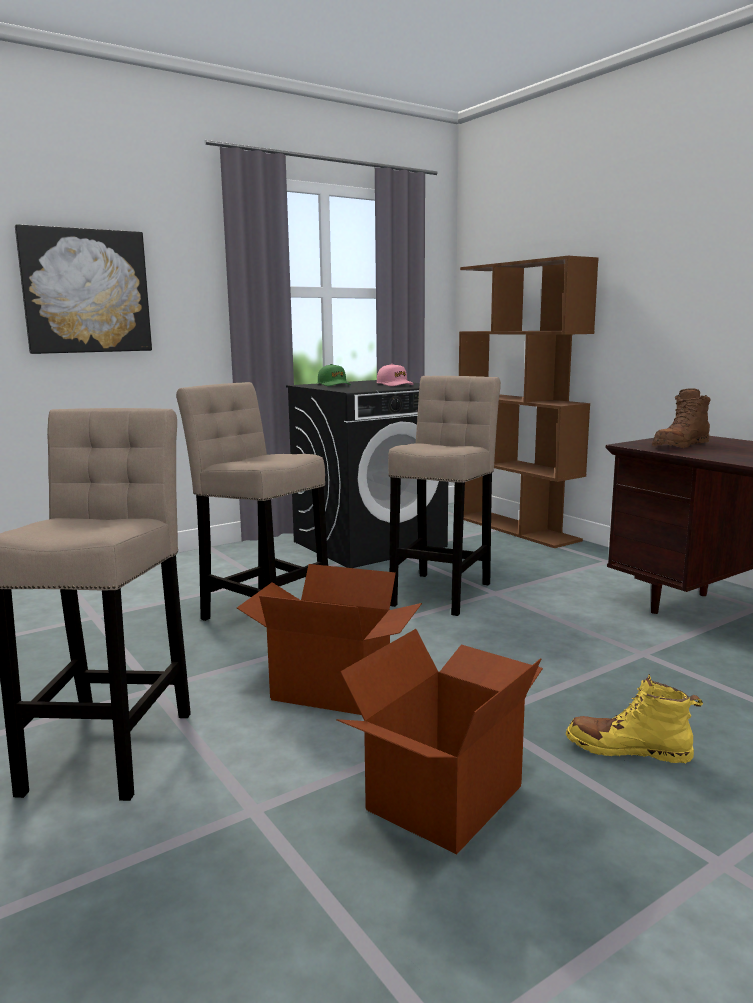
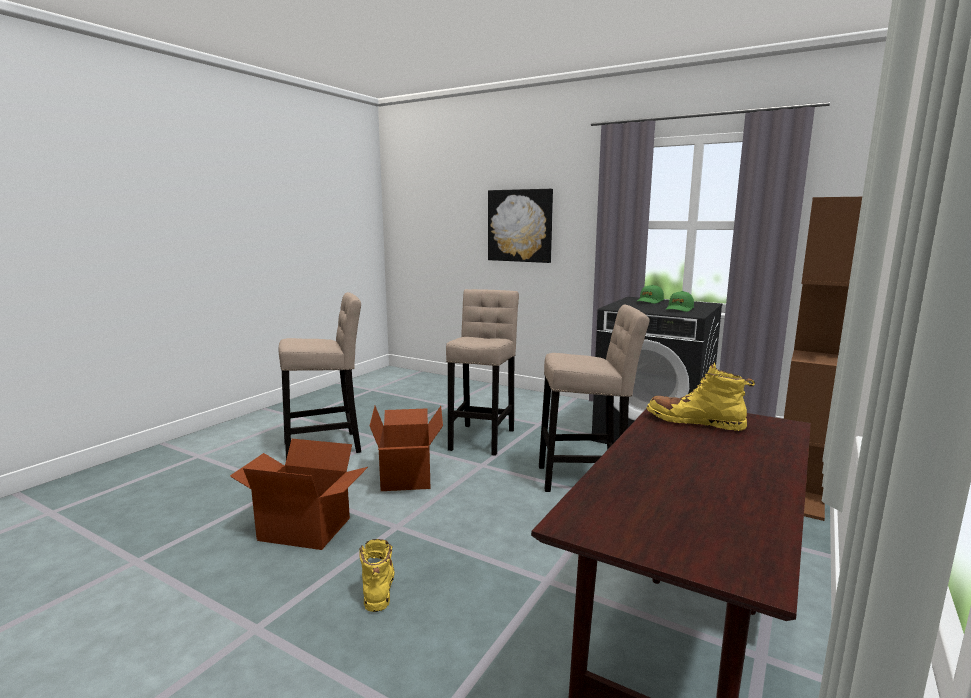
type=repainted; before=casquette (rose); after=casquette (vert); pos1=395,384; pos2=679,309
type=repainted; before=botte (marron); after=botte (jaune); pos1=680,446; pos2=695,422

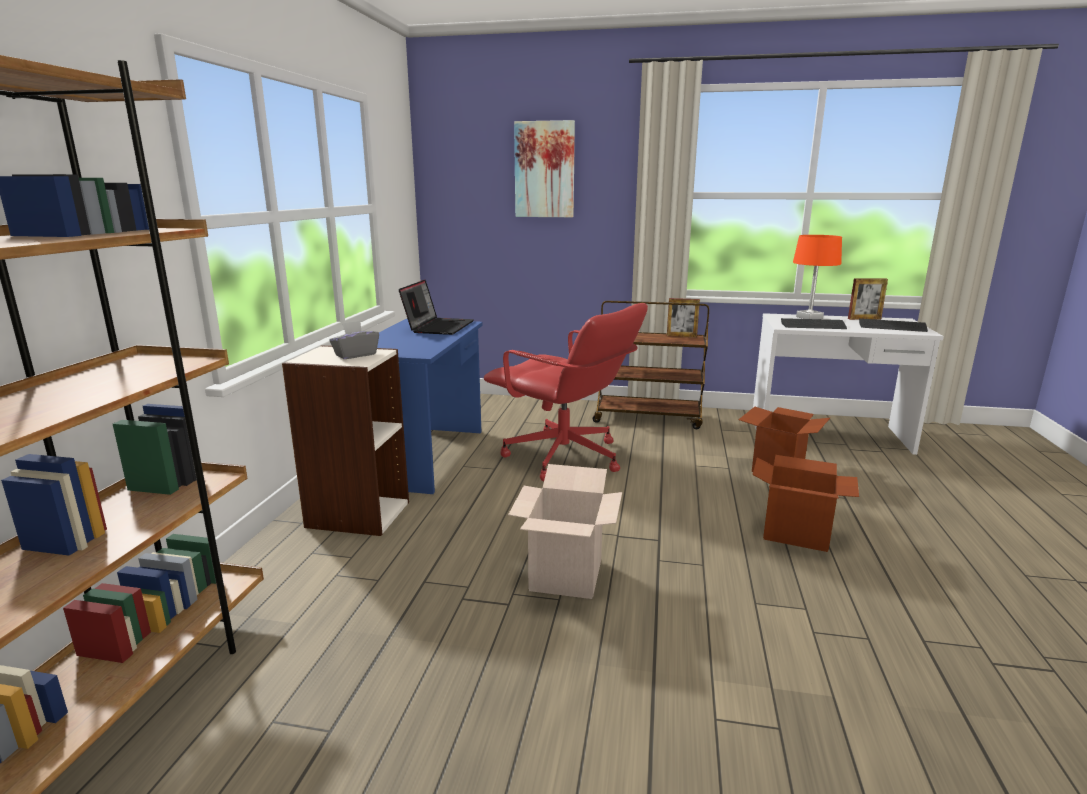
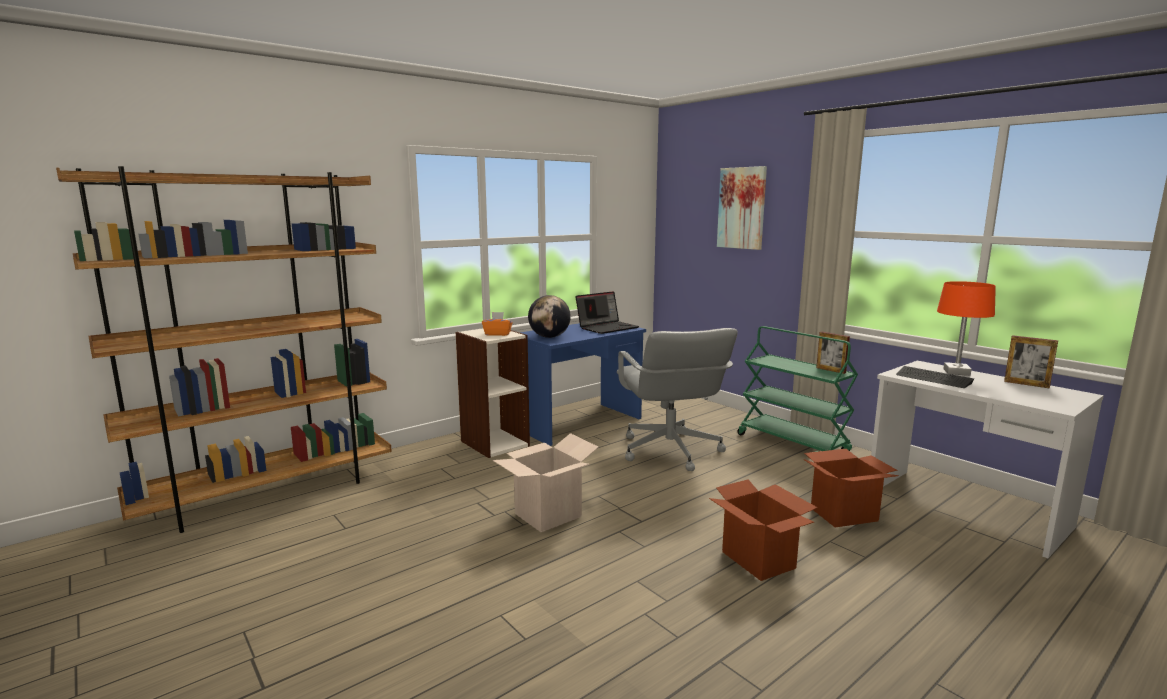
type=gone; before=clavier; pos1=892,327
type=new; after=globe; pos2=549,337
type=repainted; before=boîte à mouchoirs (gris); after=boîte à mouchoirs (orange); pos1=355,355; pos2=497,334
type=repainted; before=chaise de bureau (rouge); after=chaise de bureau (gris); pos1=564,458; pos2=669,451
type=repainted; before=chariot (marron); after=chariot (vert); pos1=648,418; pos2=793,444

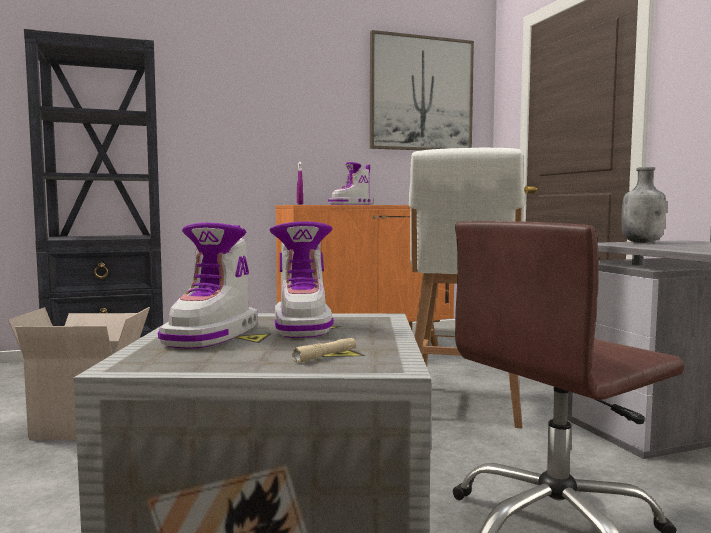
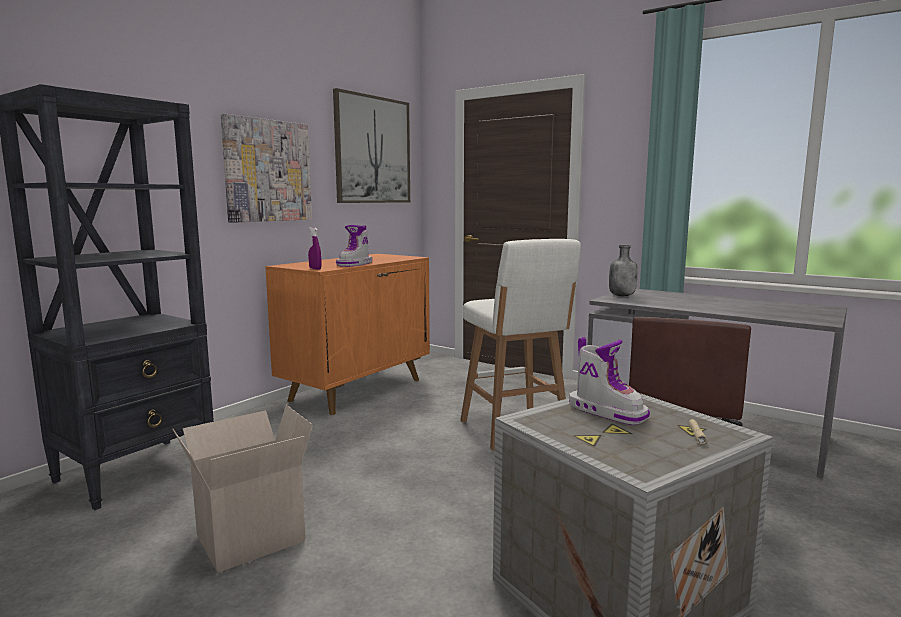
type=gone; before=botte; pos1=214,335
type=new; after=tableau; pos2=268,171

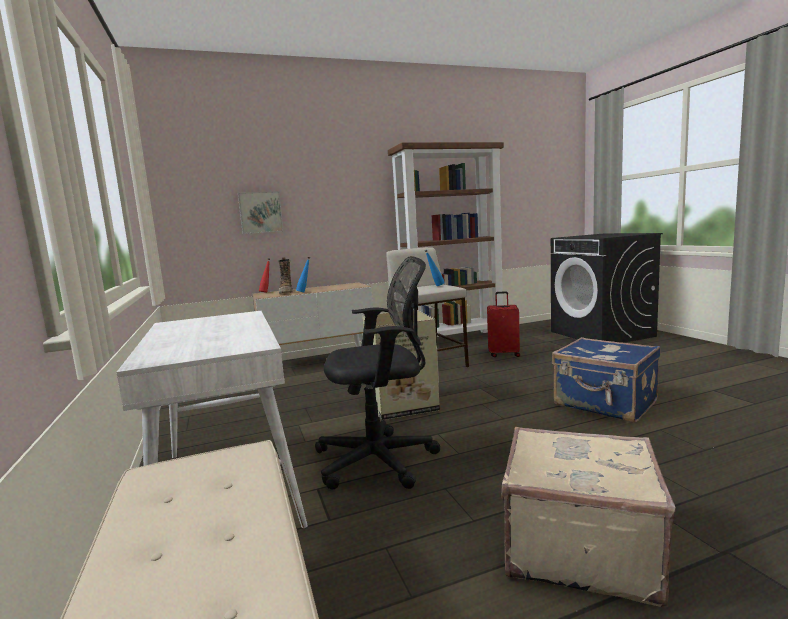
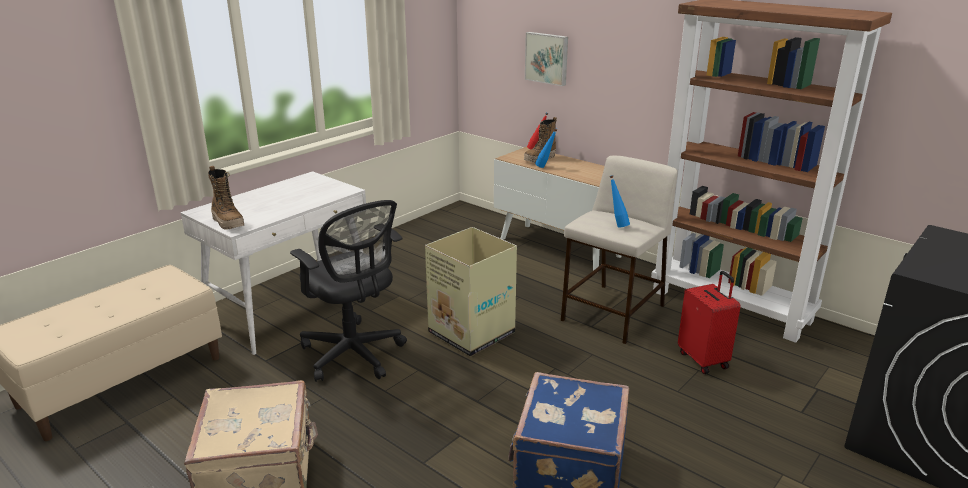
type=new; after=botte; pos2=228,222

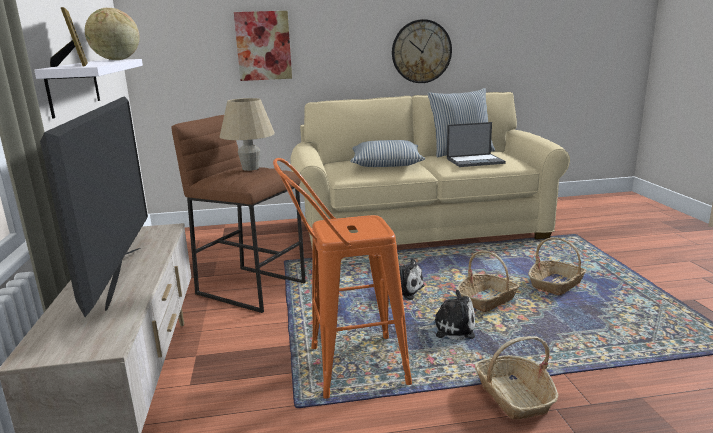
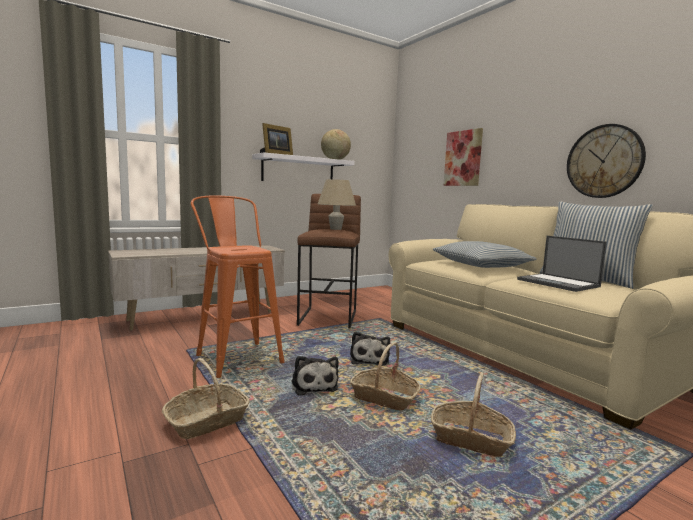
type=gone; before=téléviseur; pos1=122,275

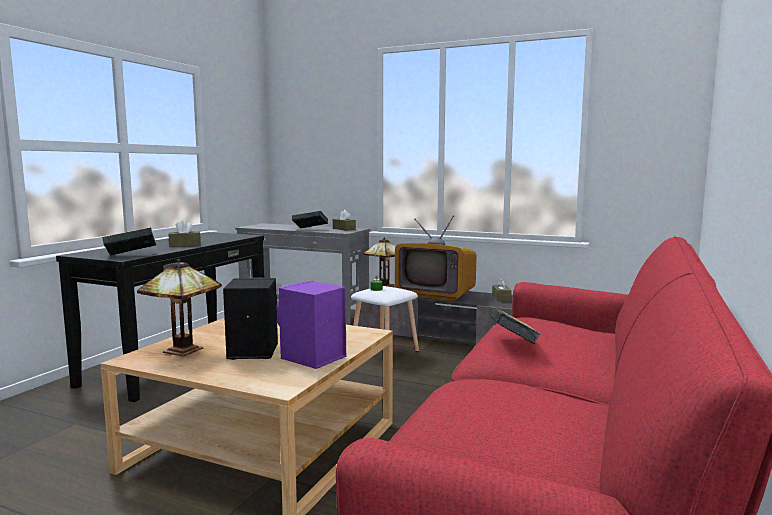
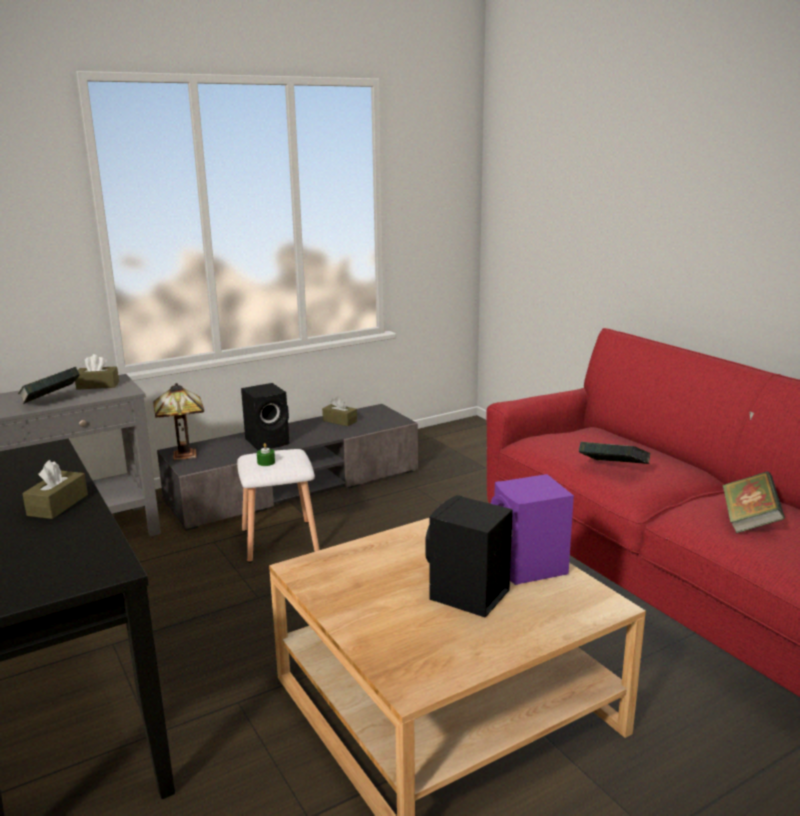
type=gone; before=lampe de table; pos1=183,349
type=shifted; before=livre; pos1=131,256; pos2=749,521
type=swapped; before=téléviseur; after=enceinte (noir); pos1=435,294; pos2=269,441

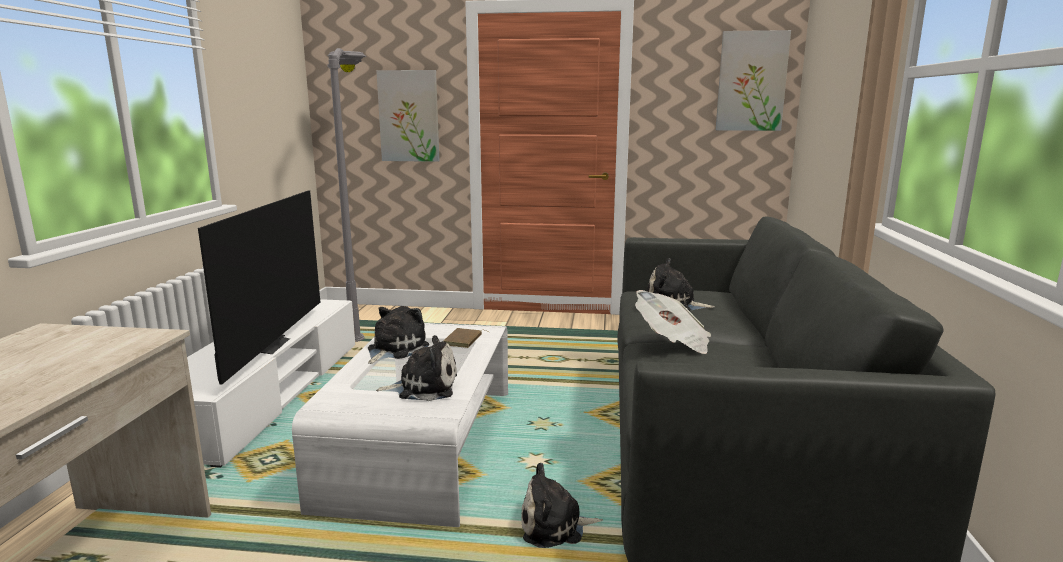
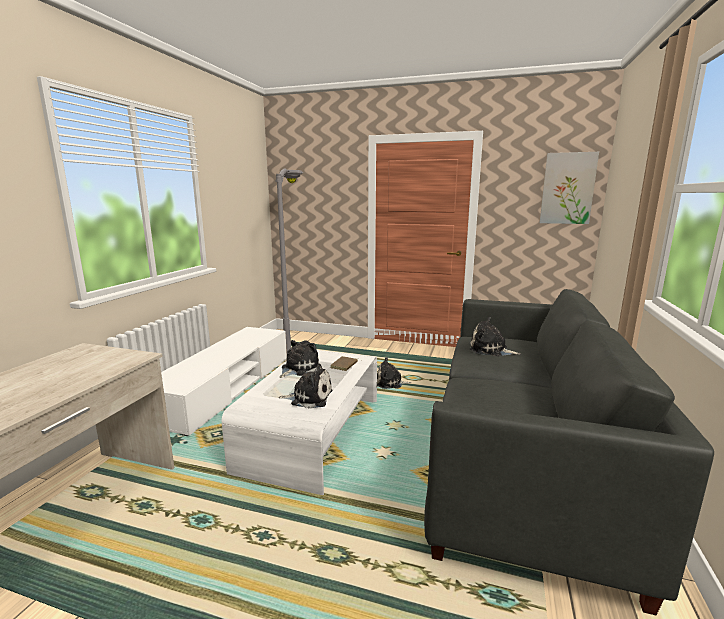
type=gone; before=téléviseur; pos1=267,345
type=gone; before=tableau; pos1=409,116
type=gone; before=journal; pos1=673,341
type=shifted; before=peluche; pos1=556,526; pos2=391,383

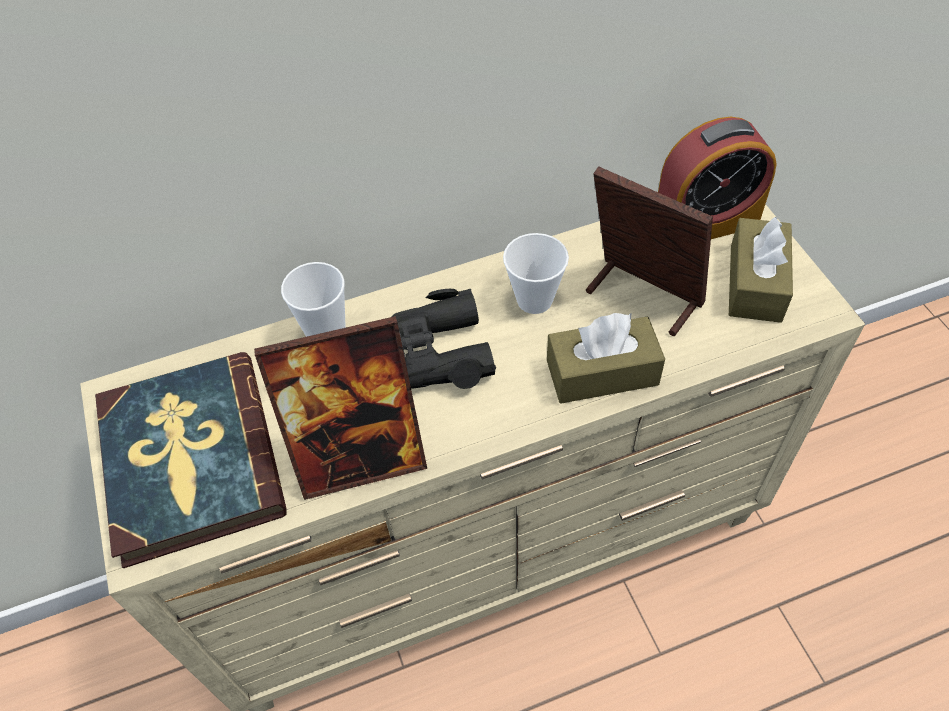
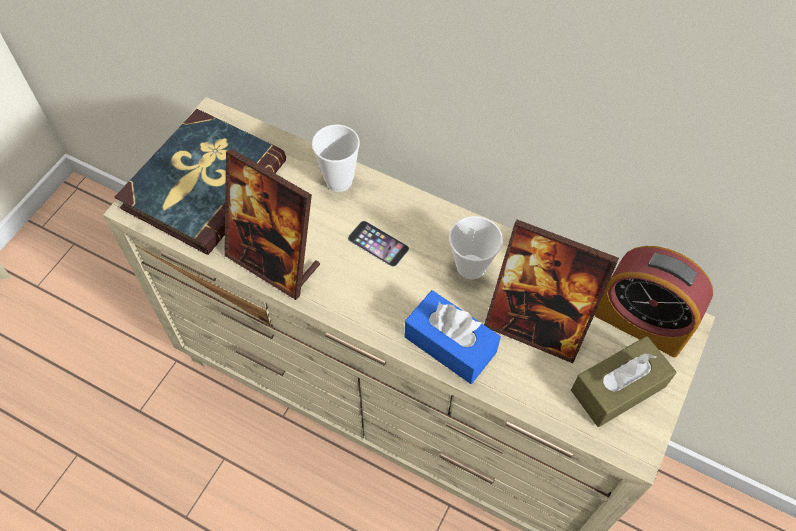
type=swapped; before=jumelles (noir); after=téléphone; pos1=434,353; pos2=378,243
type=repainted; before=boîte à mouchoirs (marron); after=boîte à mouchoirs (bleu); pos1=602,372; pos2=450,344
type=rotated; before=cadre photo; pos1=642,296; pos2=535,326; turn=120

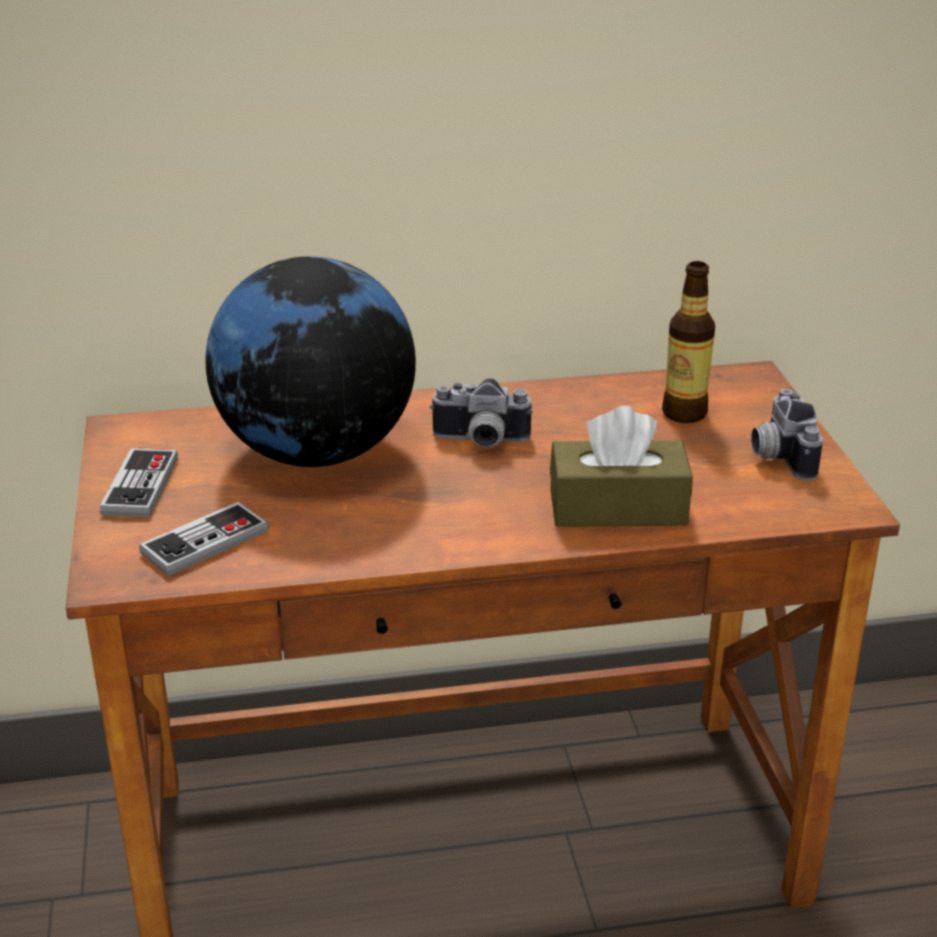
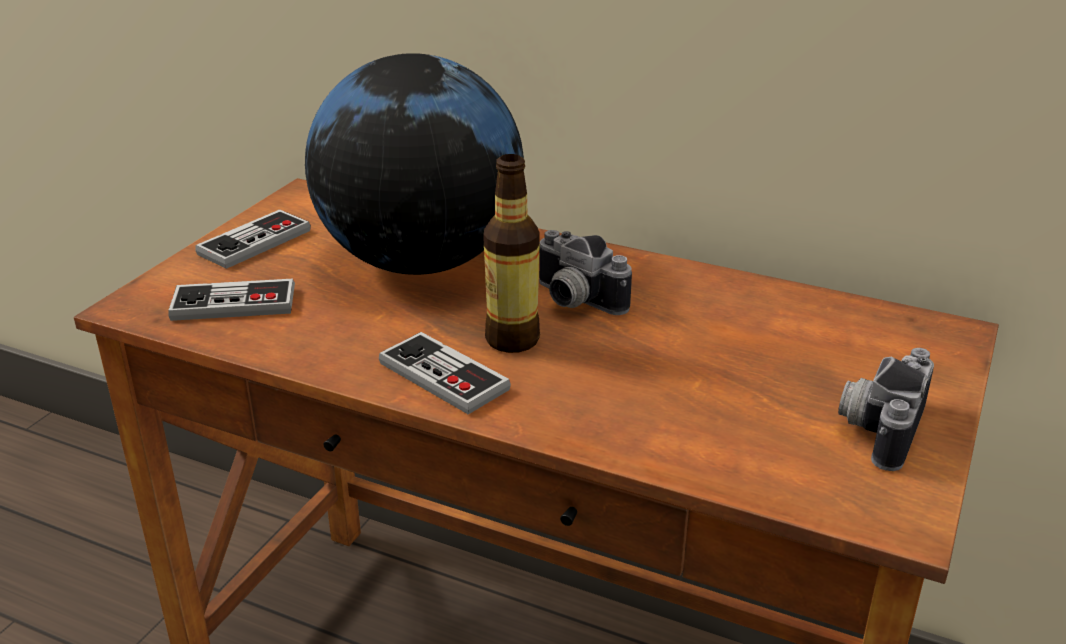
type=gone; before=boîte à mouchoirs (marron); pos1=618,507
type=new; after=manette; pos2=443,376
type=shifted; before=bouteille; pos1=684,413; pos2=512,340

